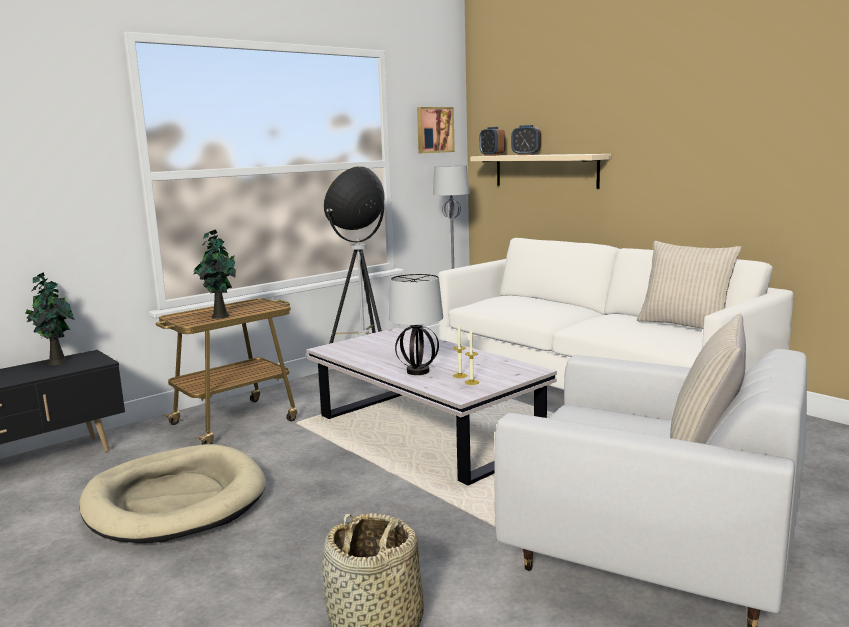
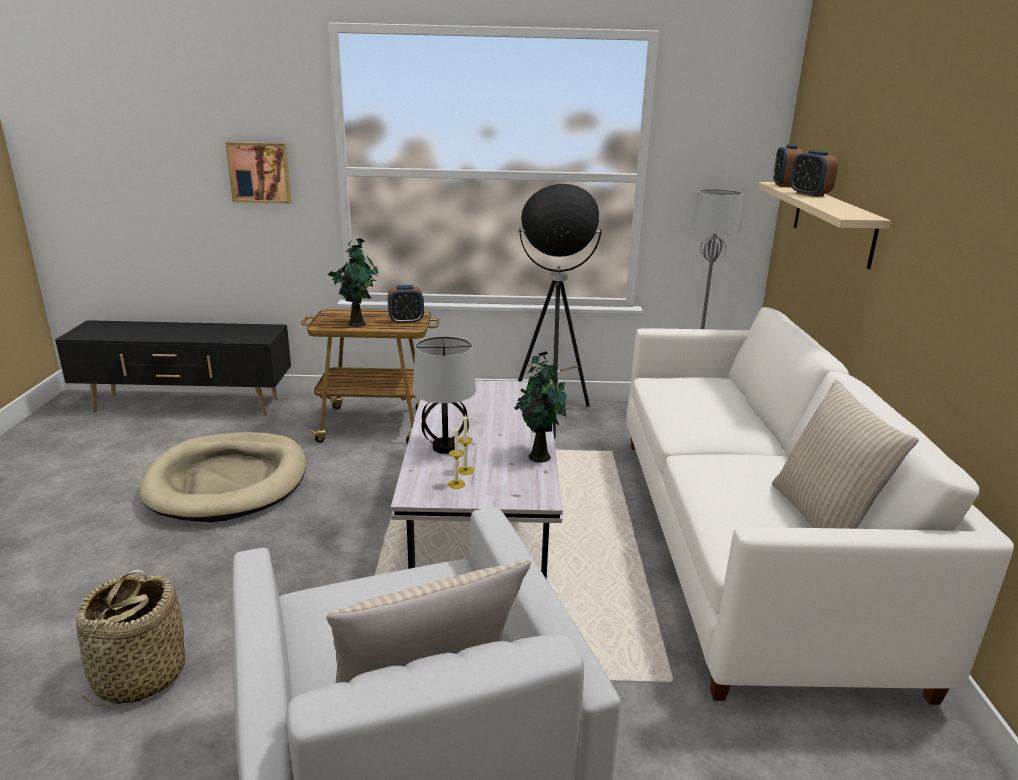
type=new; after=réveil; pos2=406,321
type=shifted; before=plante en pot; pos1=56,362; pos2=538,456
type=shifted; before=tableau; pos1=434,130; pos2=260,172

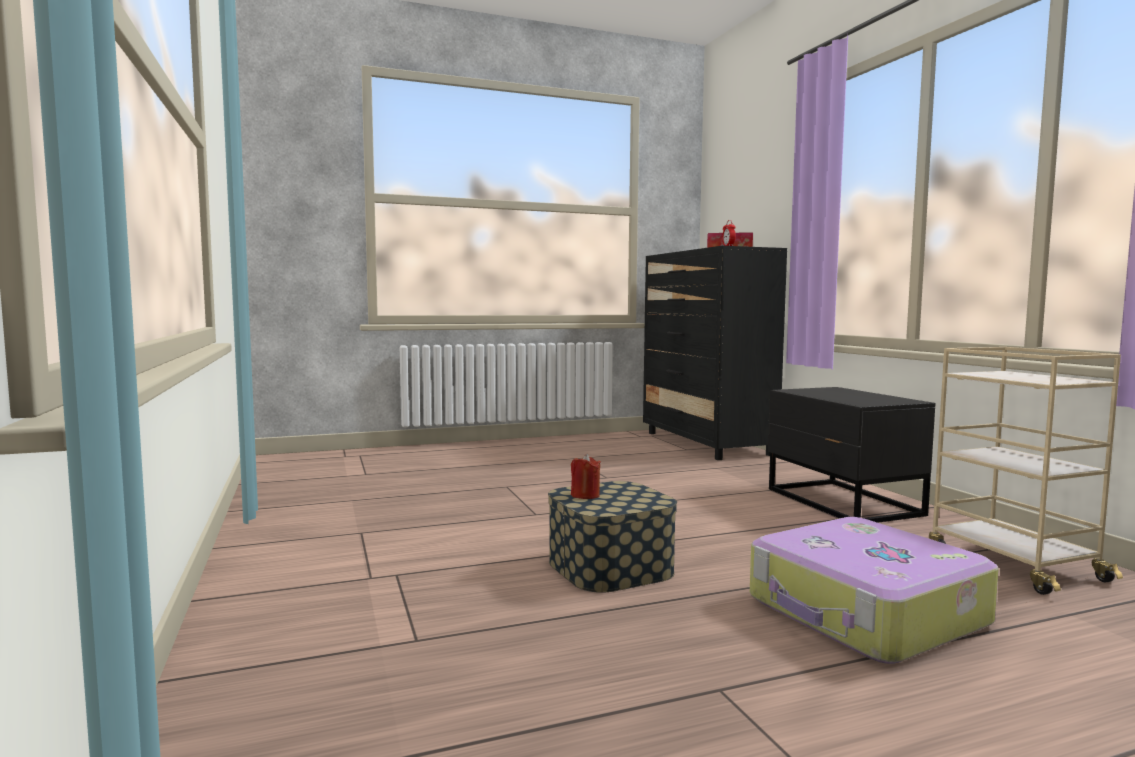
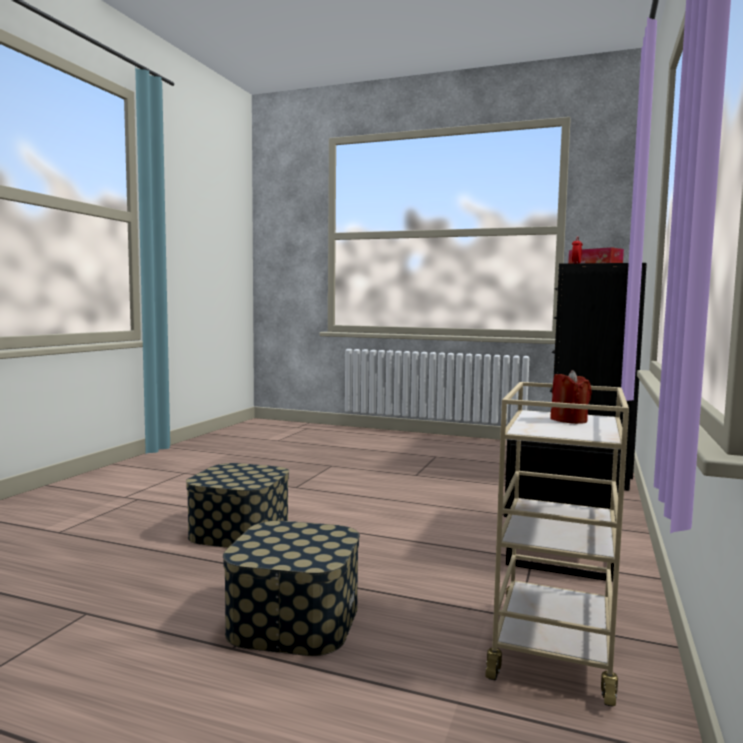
type=shifted; before=bougie (rouge); pos1=585,495; pos2=569,420
type=swapped; before=valise; after=boîte de rangement; pos1=865,613; pos2=294,619

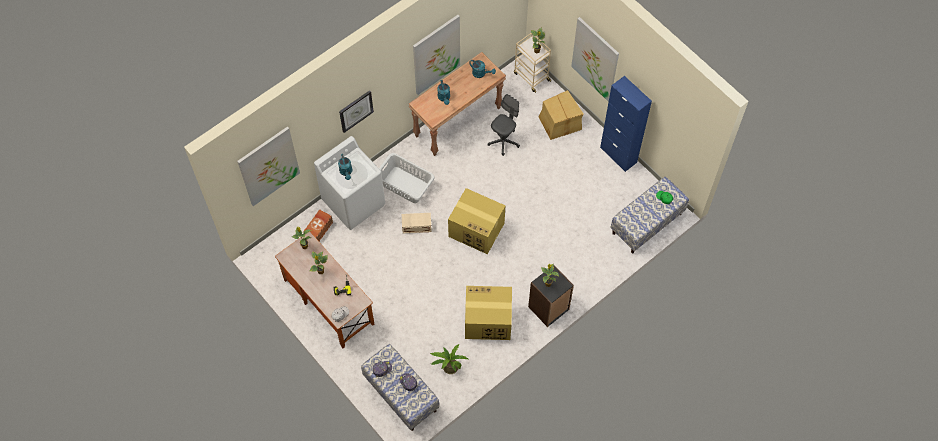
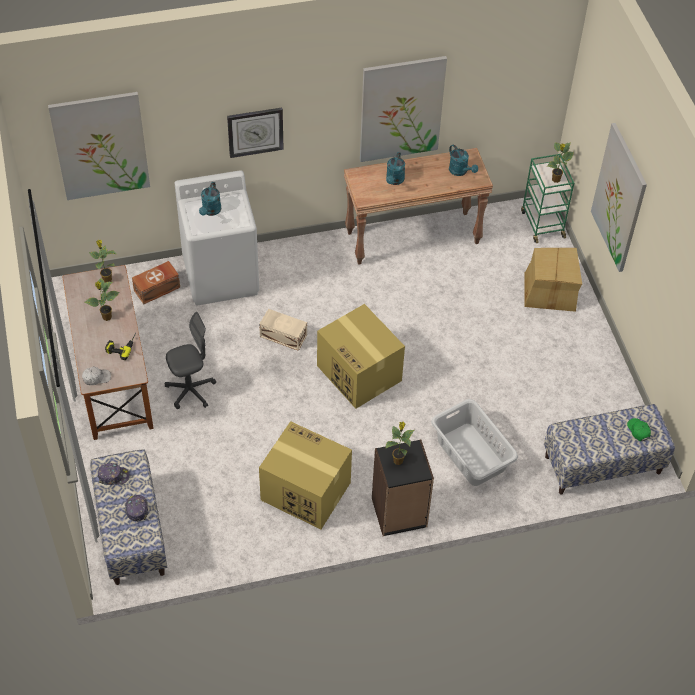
type=gone; before=plante en pot; pos1=449,366
type=gone; before=meuble de rangement (bleu); pos1=618,155
type=shifted; before=panier à linge (gris); pos1=405,185; pos2=471,455
type=shifted; before=chaise de bureau (gris); pos1=503,141; pos2=190,391
type=repainted; before=chariot (beige); after=chariot (vert); pos1=531,76; pos2=542,223

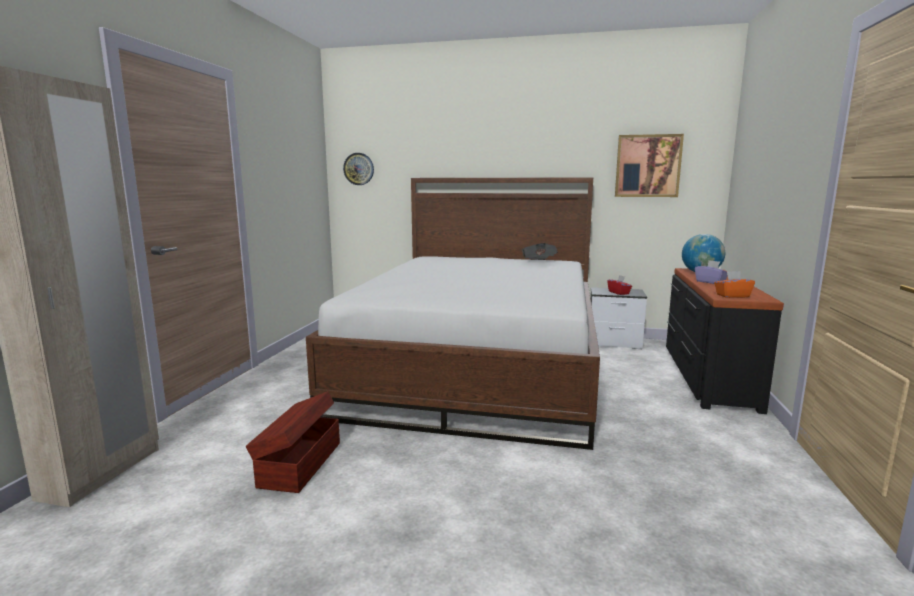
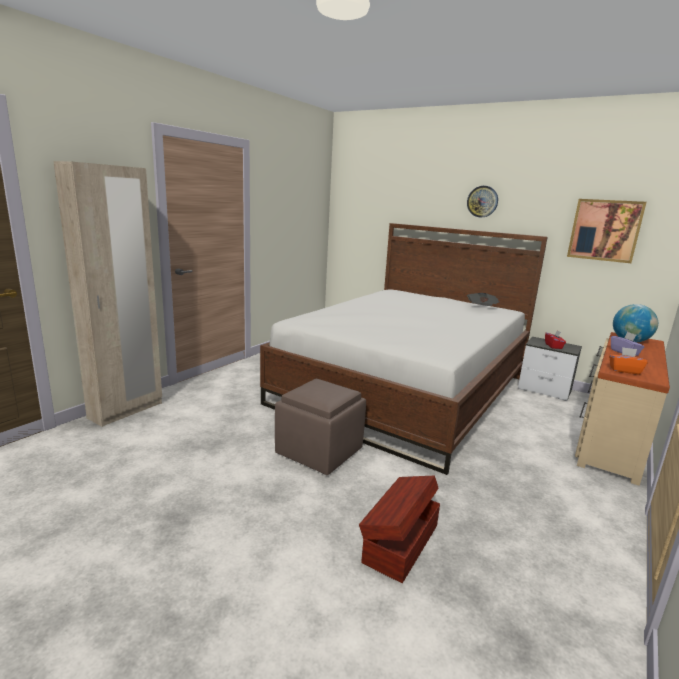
type=new; after=pouf (marron); pos2=320,451
type=shifted; before=boîte de rangement (marron); pos1=299,464; pos2=399,543
type=shifted; before=horloge murale; pos1=359,169; pos2=482,201
type=repainted; before=commode (noir); after=commode (beige); pos1=706,376; pos2=610,438

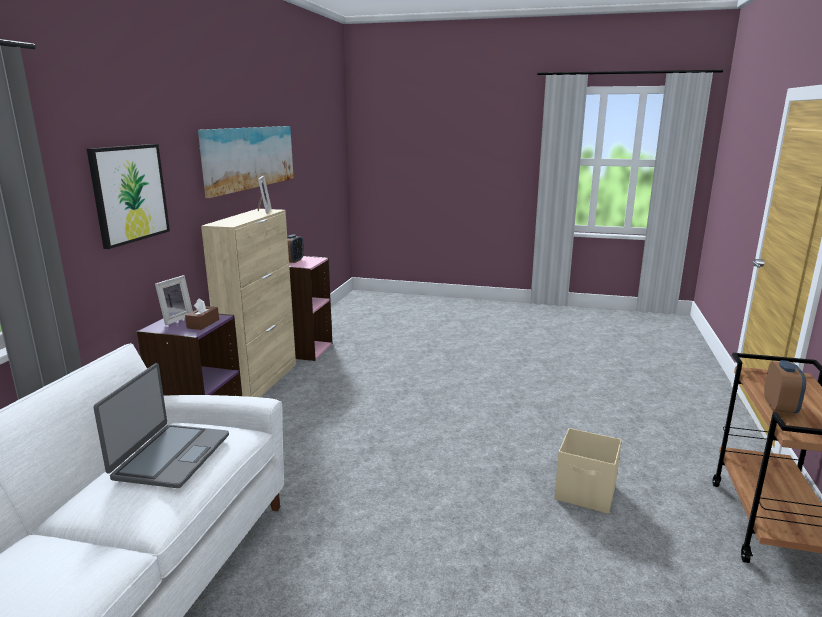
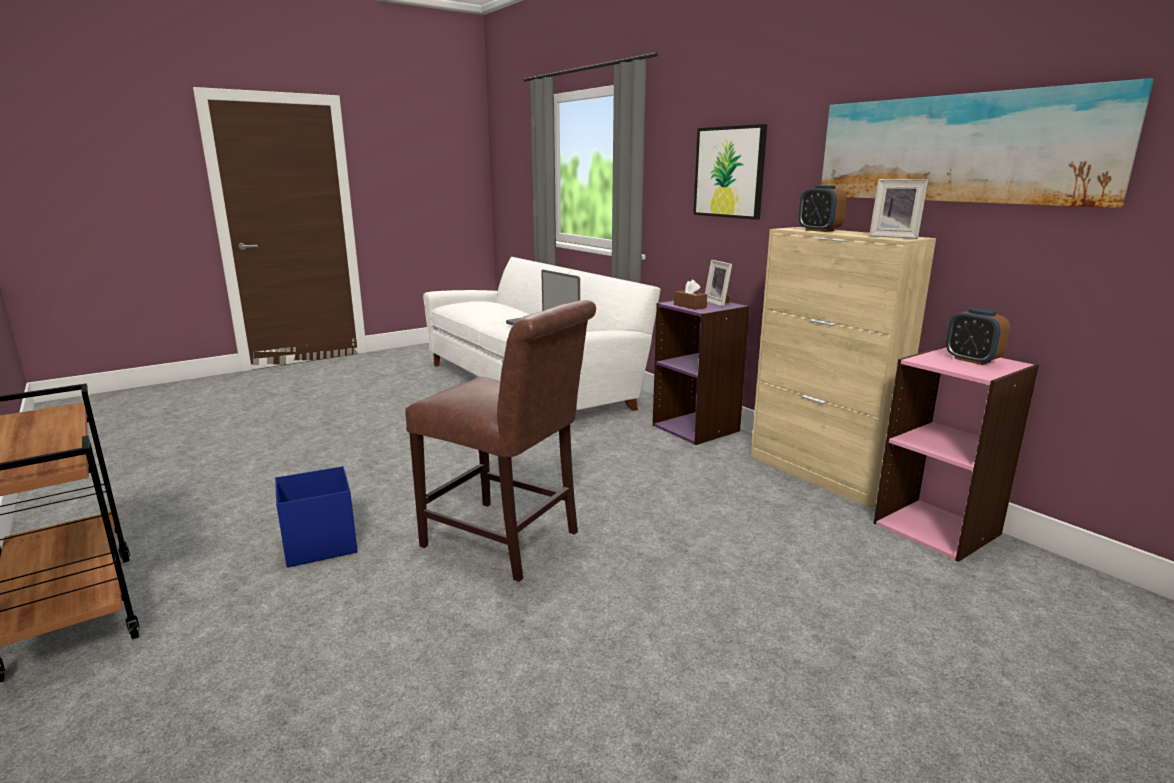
type=new; after=chaise (marron); pos2=507,542
type=shifted; before=réveil; pos1=779,408; pos2=819,230
type=repainted; before=boîte de rangement (beige); after=boîte de rangement (bleu); pos1=586,493; pos2=319,545

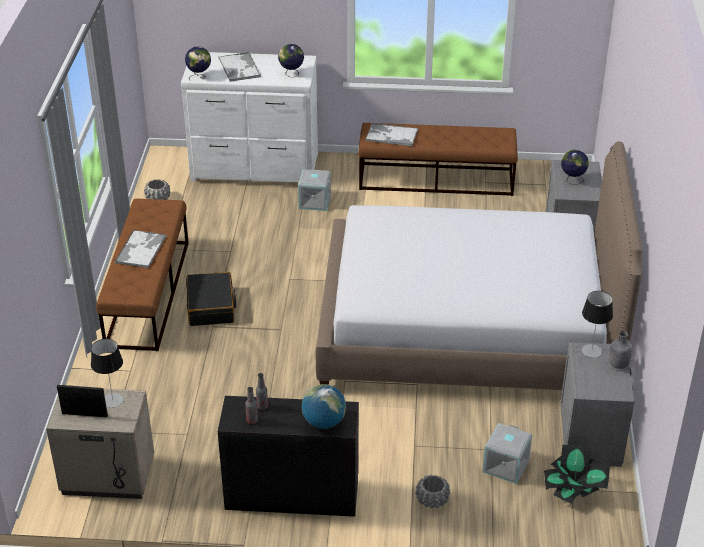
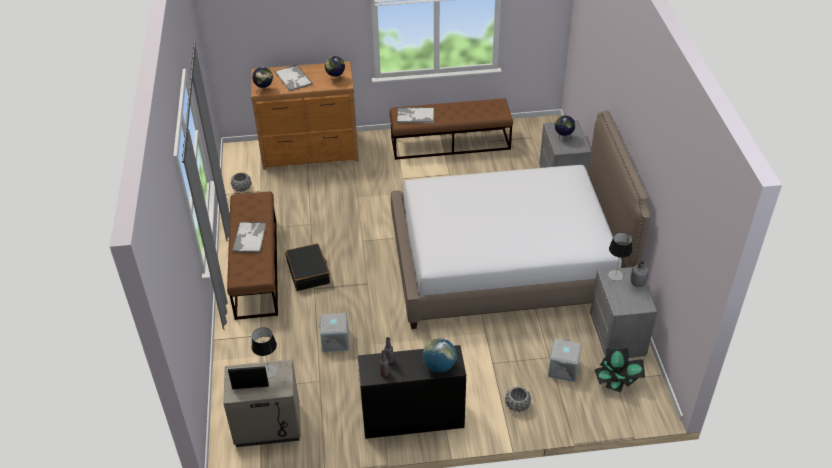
type=shifted; before=boîte de rangement (gris); pos1=315,201; pos2=335,340
type=repainted; before=commode (blanc); after=commode (marron); pos1=255,168; pos2=310,152

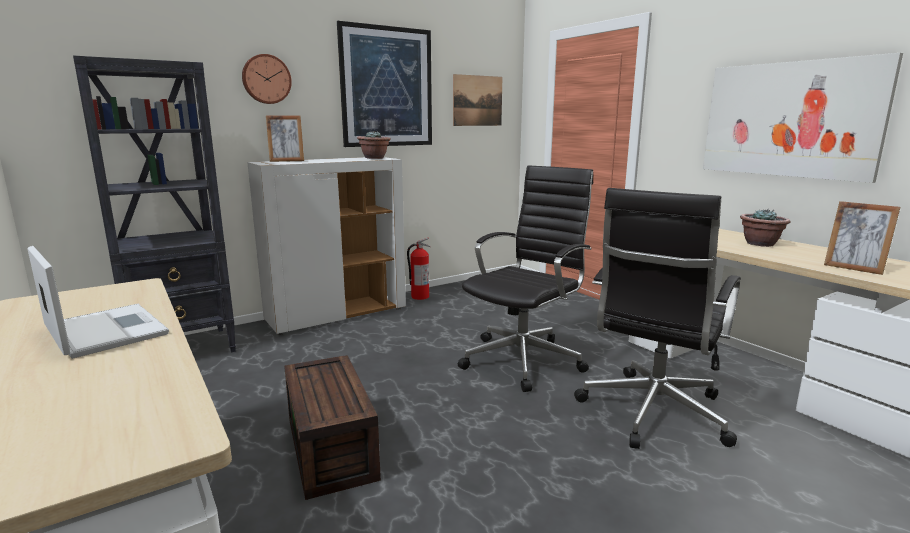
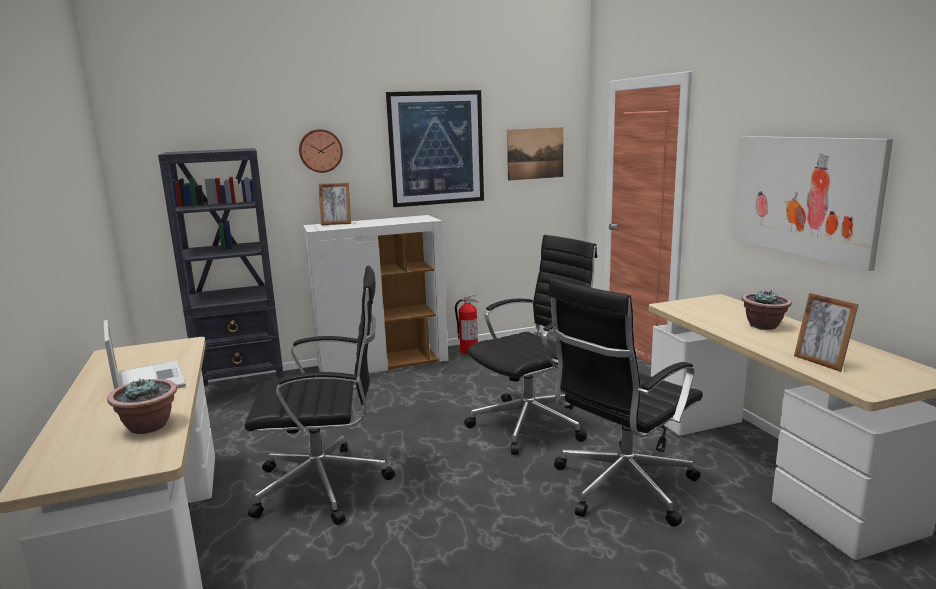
type=shifted; before=plante en pot; pos1=374,158; pos2=149,426
type=swapped; before=boîte de rangement (marron); after=chaise de bureau (noir); pos1=333,448; pos2=326,485

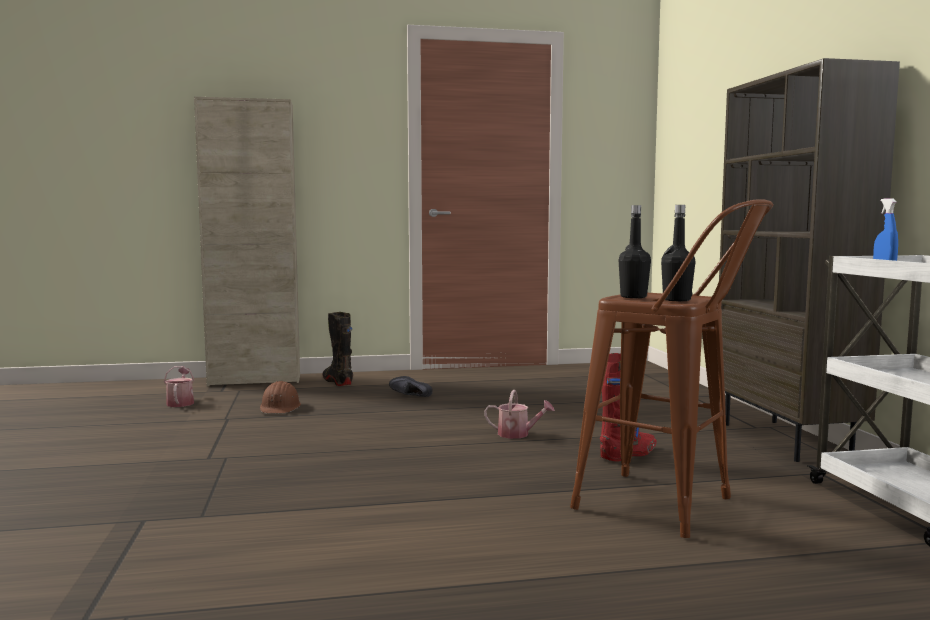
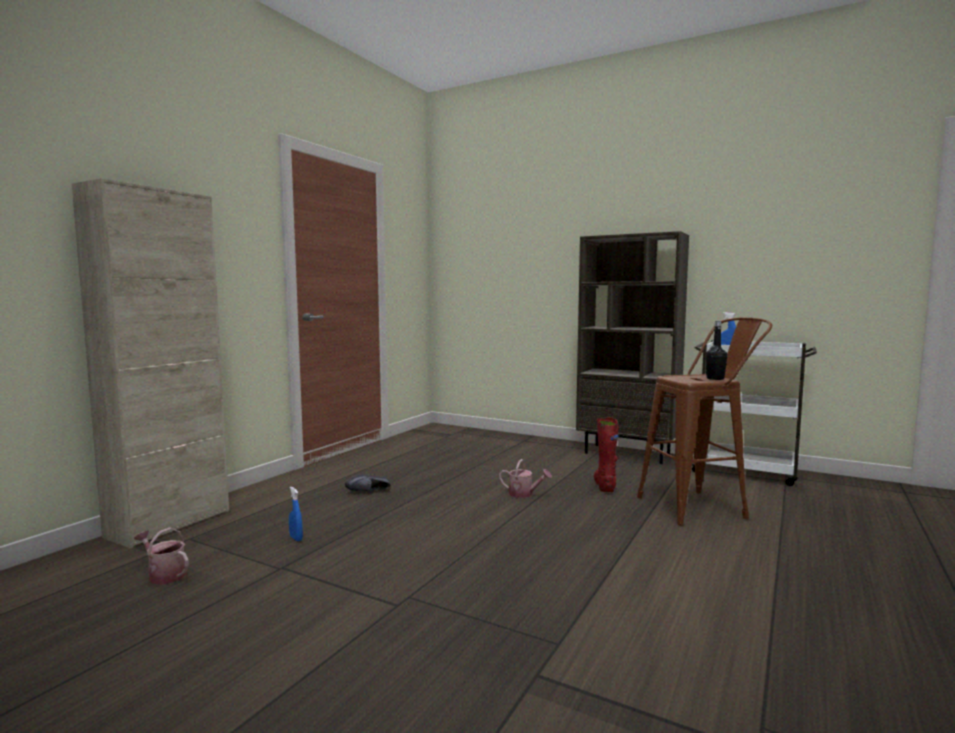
type=gone; before=botte (noir); pos1=337,382
type=gone; before=bouteille (noir); pos1=633,297
type=swapped; before=casque de chantier (marron); after=vaporisateur (bleu); pos1=280,407; pos2=296,538
type=rotated; before=arrosoir; pos1=518,434; pos2=524,494; turn=60

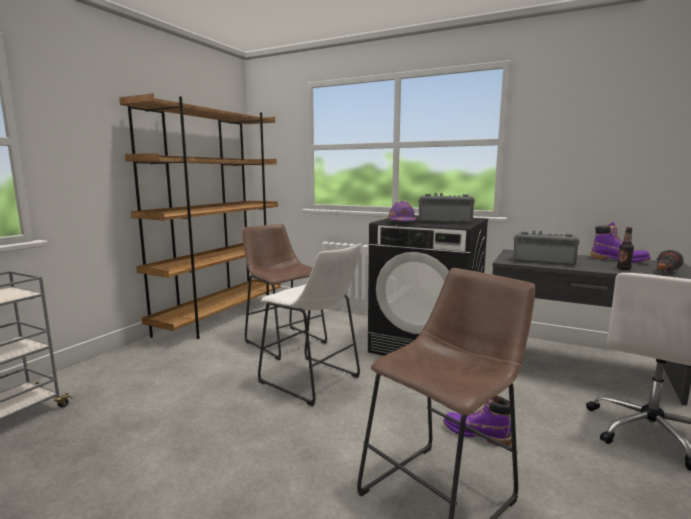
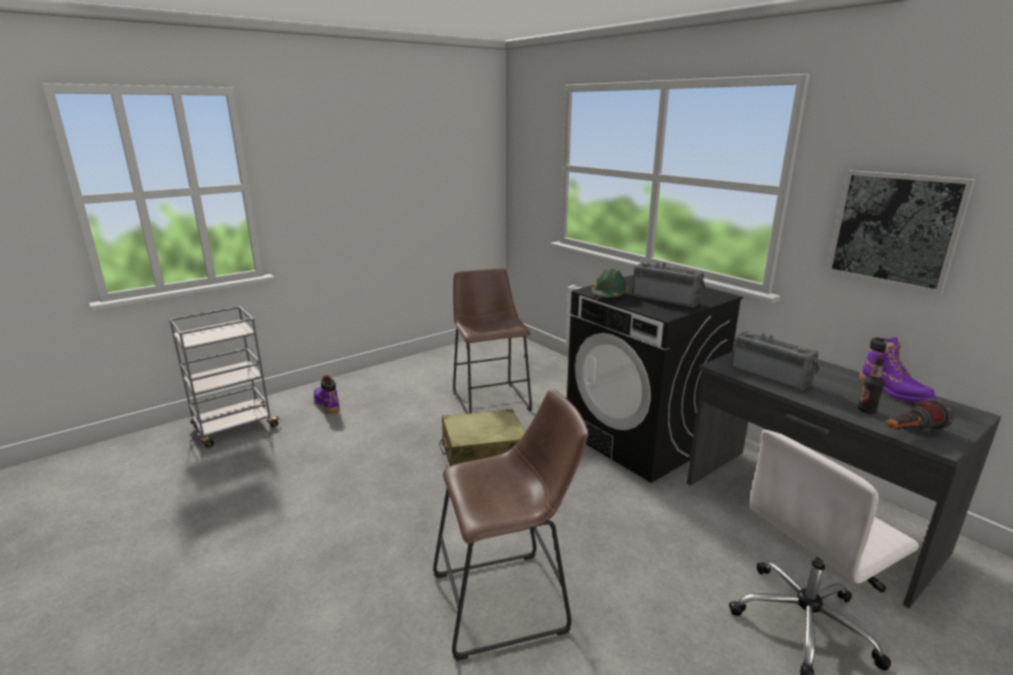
type=gone; before=bibliothèque (marron); pos1=221,317
type=new; after=tableau; pos2=895,229
type=shifted; before=botte (violet); pos1=476,434; pos2=327,404
type=swapped; before=tabouret (blanc); after=valise (beige); pos1=313,381; pos2=483,454
type=repainted; before=casque de chantier (violet); after=casque de chantier (vert); pos1=401,222; pos2=608,295

